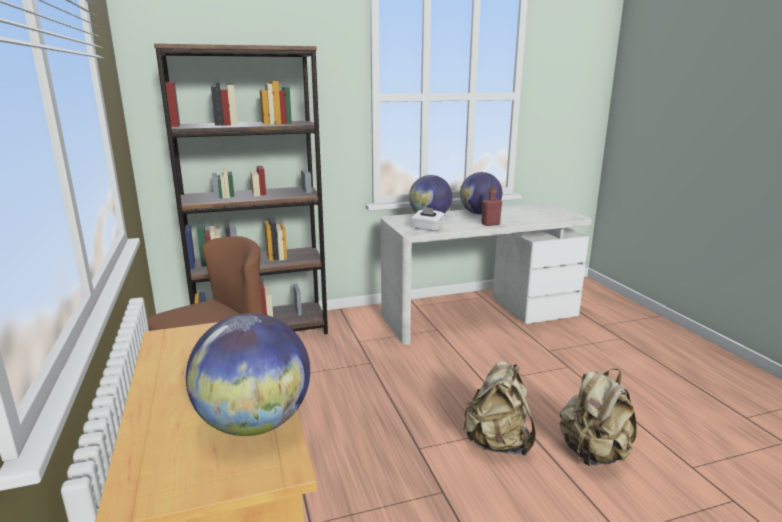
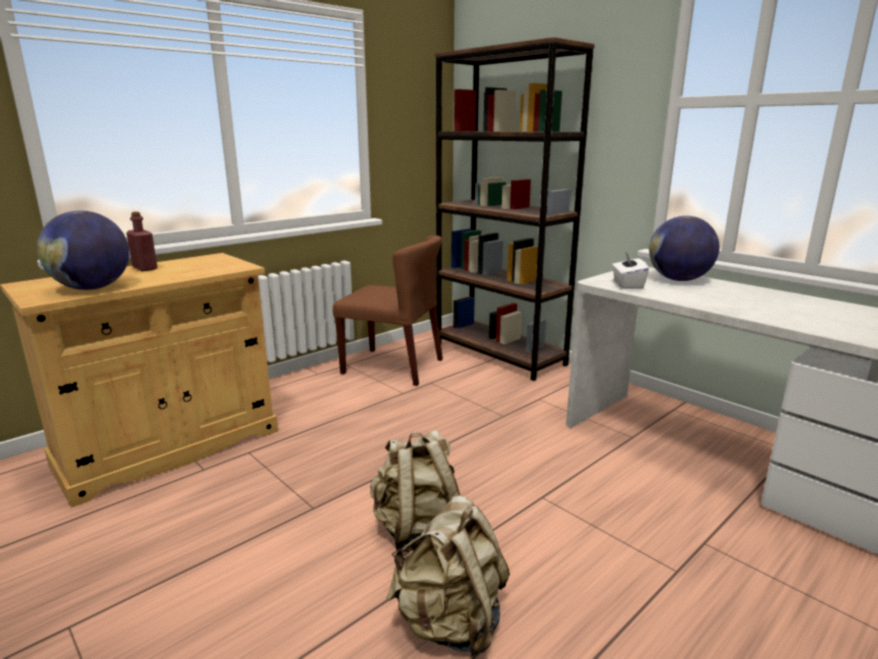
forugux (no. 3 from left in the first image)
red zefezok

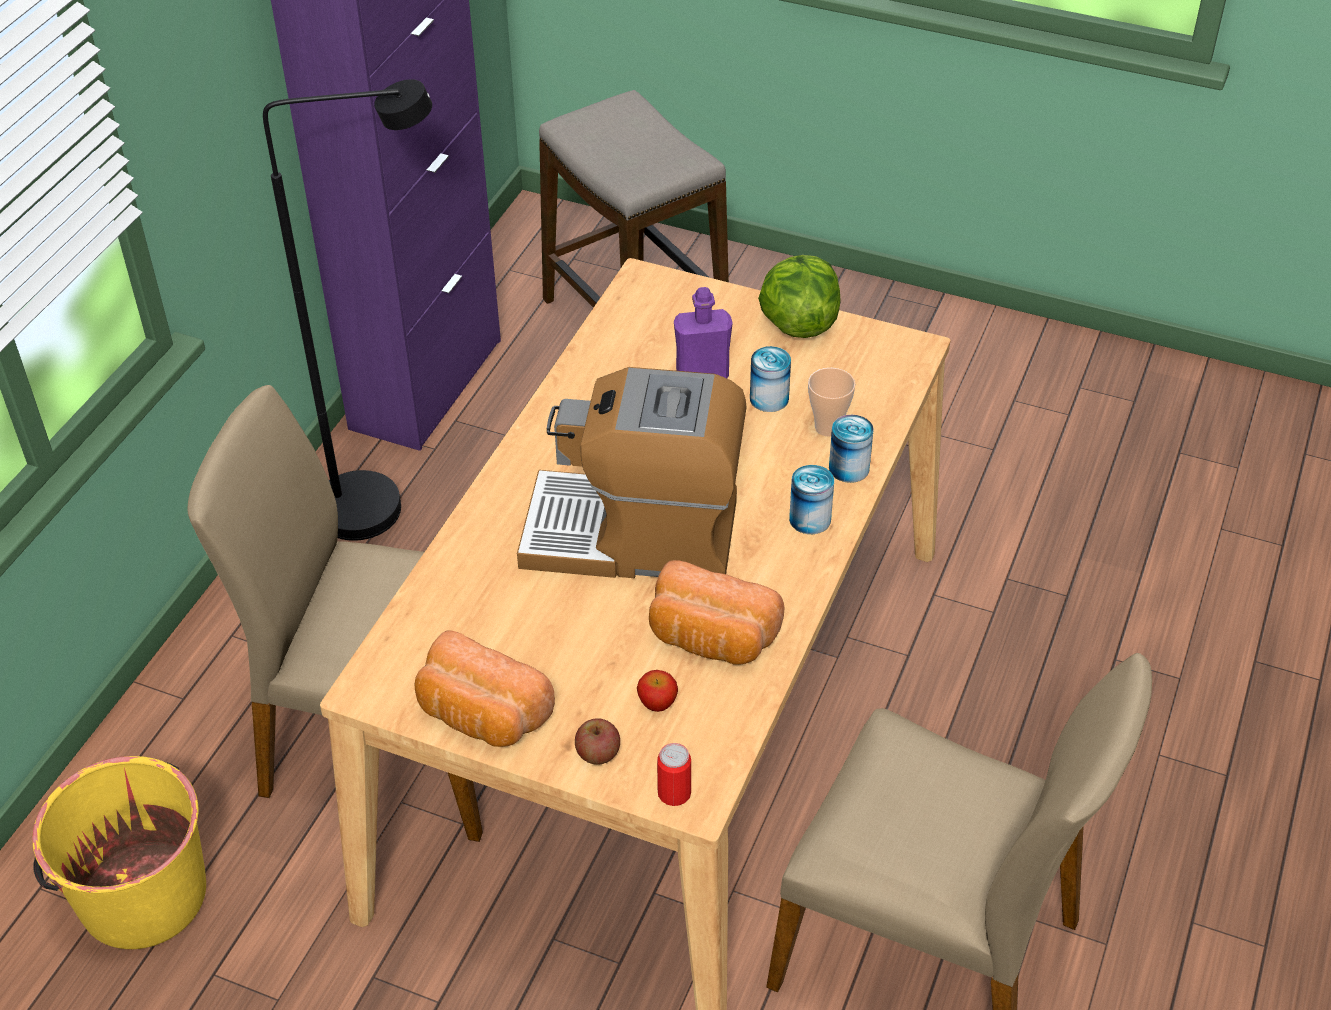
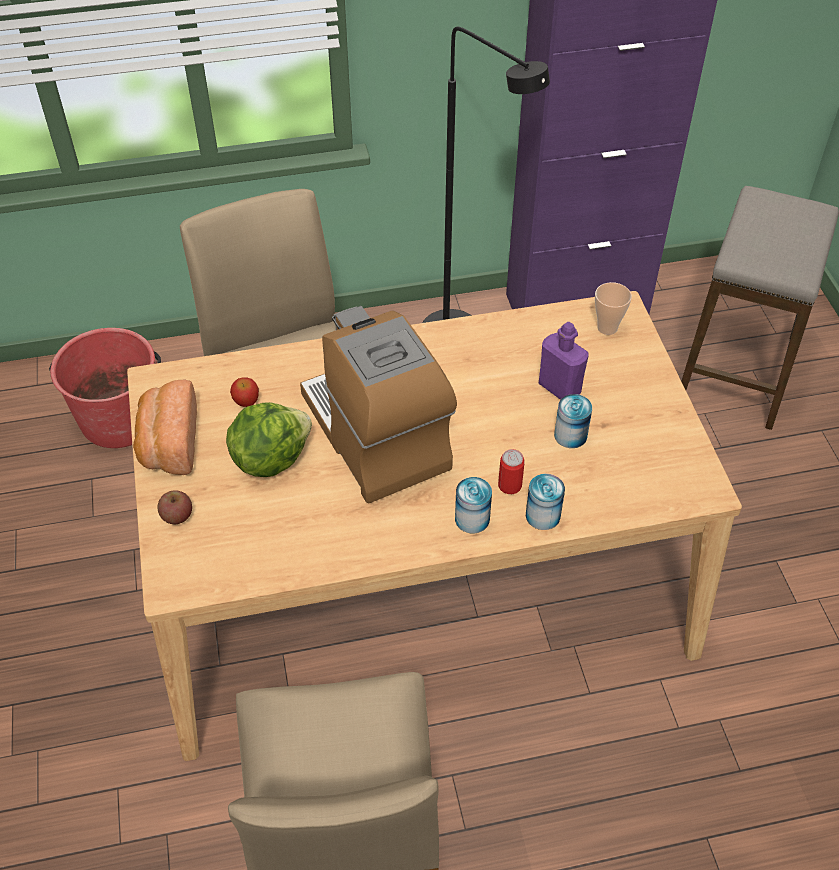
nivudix
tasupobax
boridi (no. 2 from left in the first image)
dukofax (no. 2 from left)
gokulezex (no. 2 from left)
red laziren

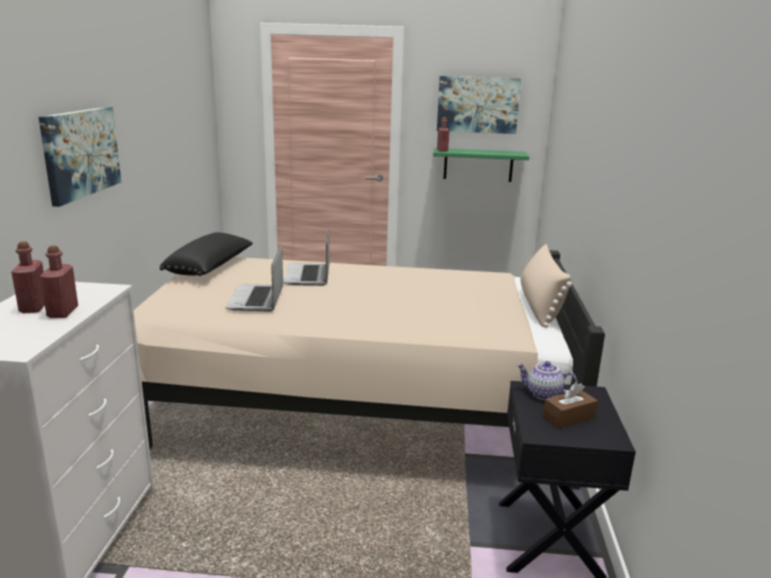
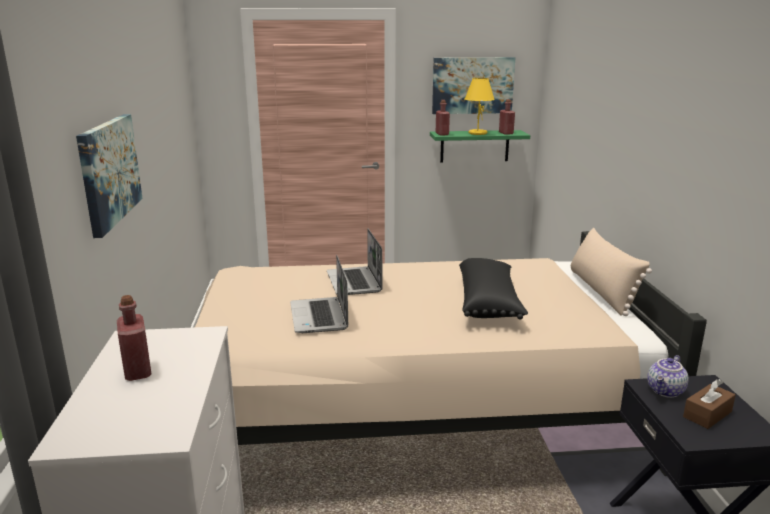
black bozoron
red zefezok (no. 3 from left)
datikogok
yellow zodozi

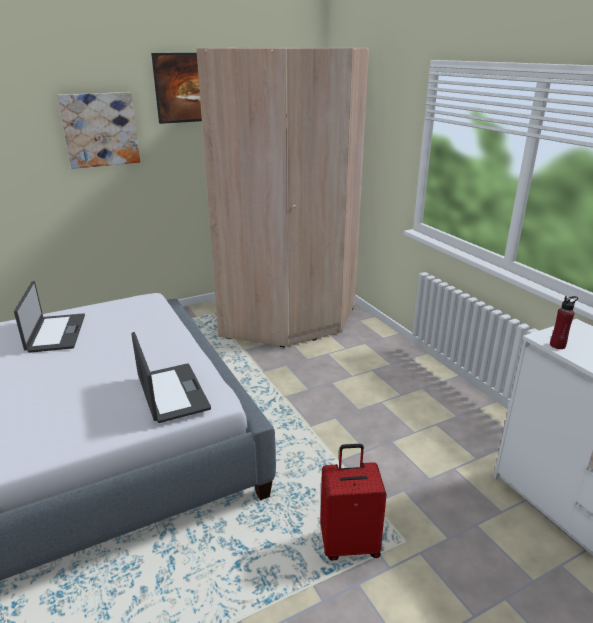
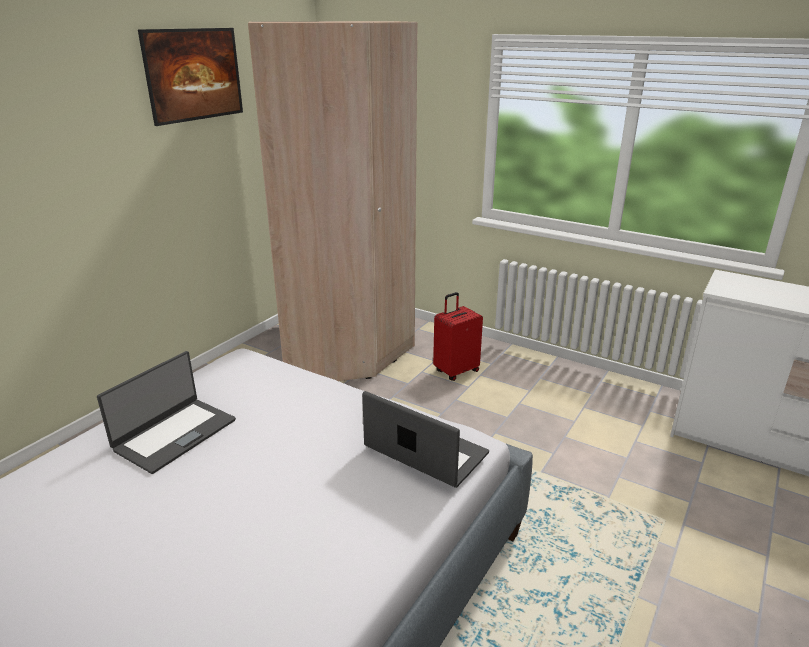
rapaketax (no. 1 from left in the first image)
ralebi (no. 1 from left)
red zefezok
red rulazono

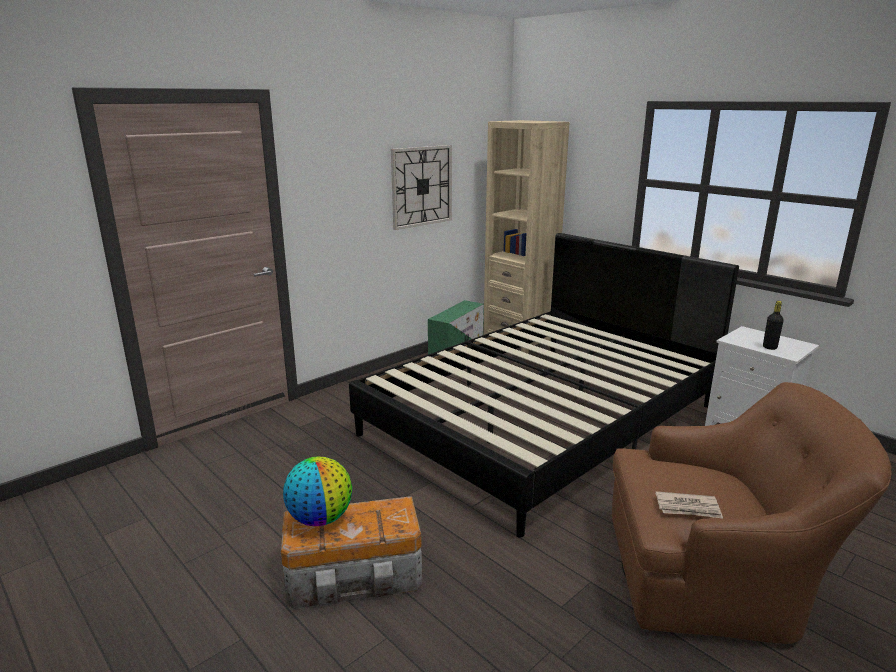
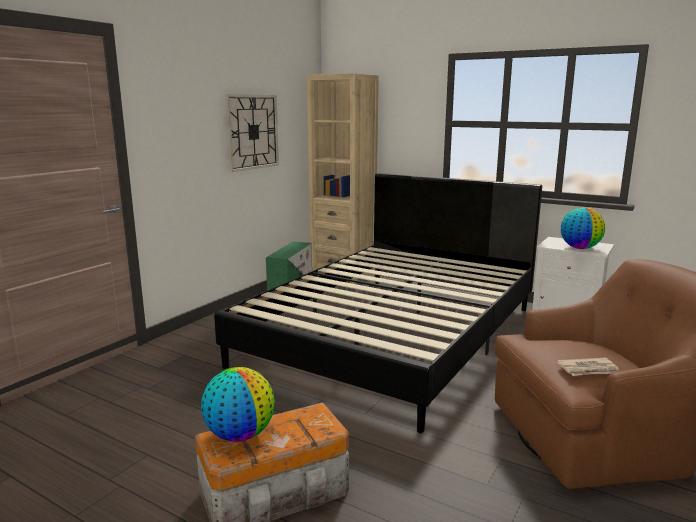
forugux (no. 2 from left)

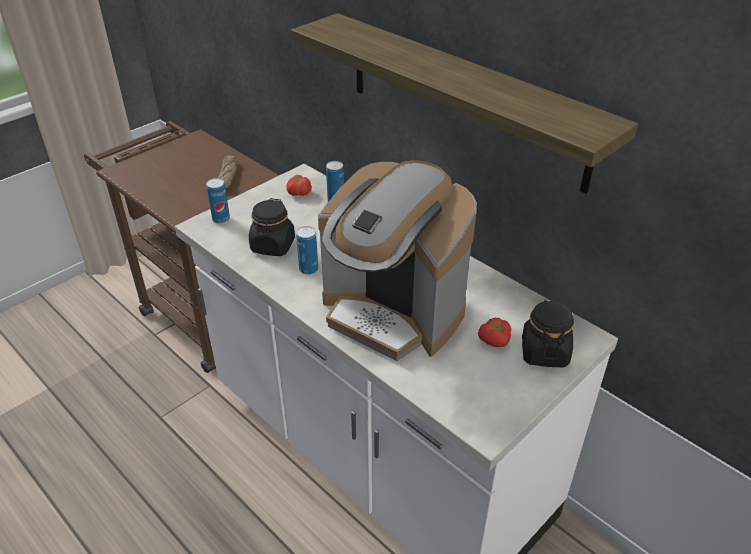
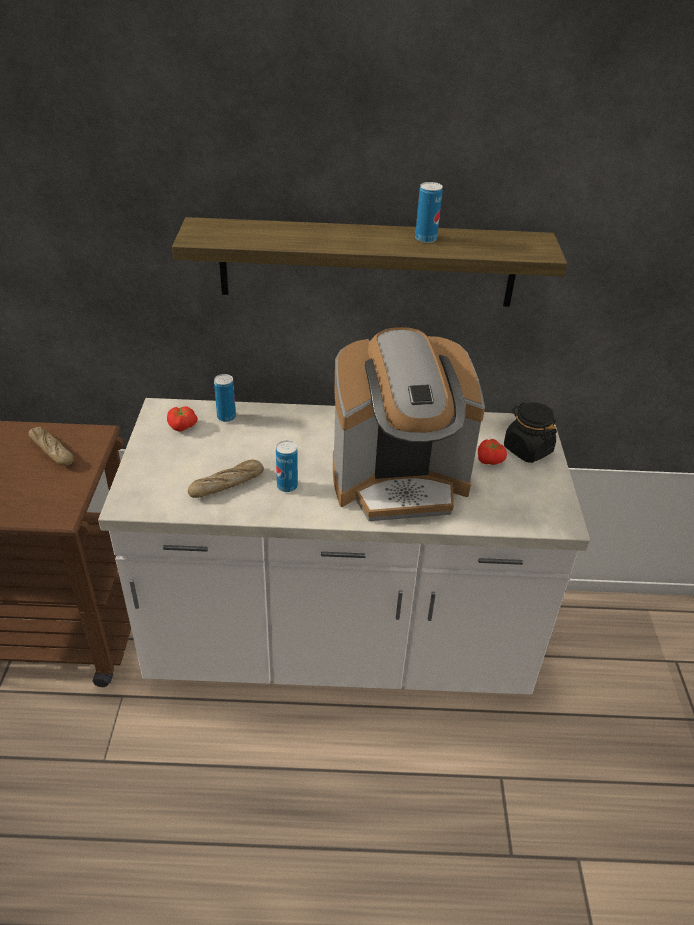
gokulezex (no. 3 from left)
boridi (no. 2 from left)

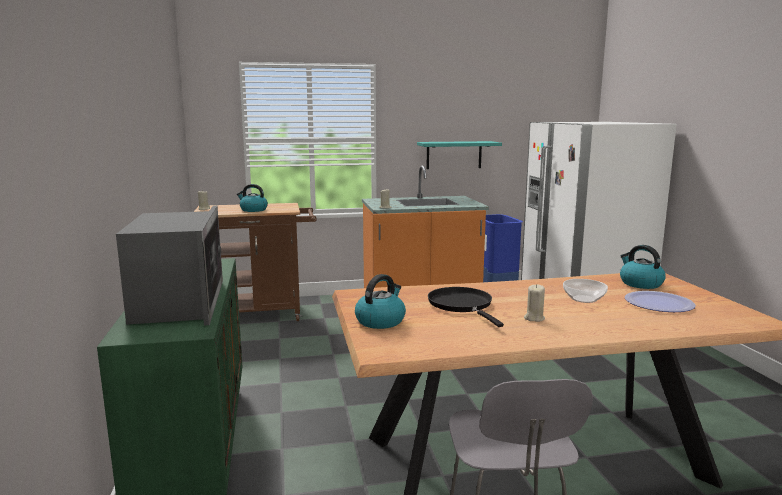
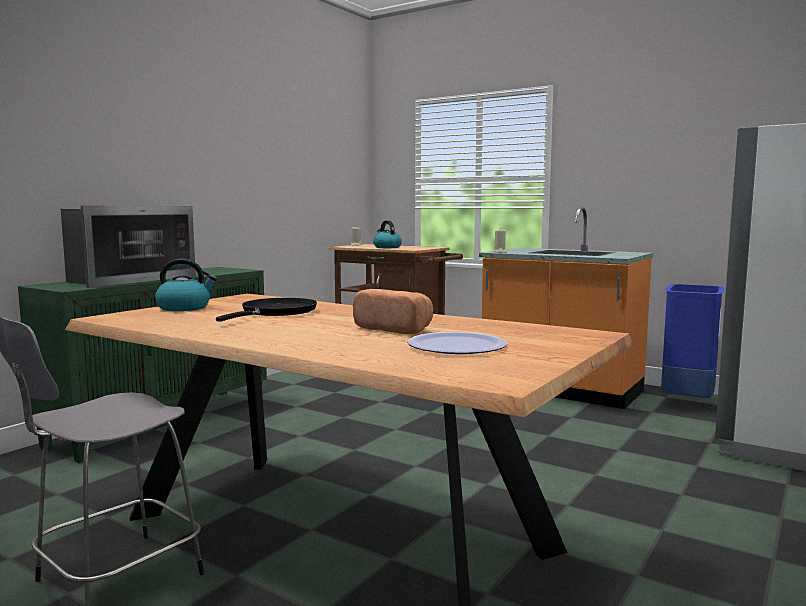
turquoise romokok
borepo (no. 3 from left in the first image)
boridi
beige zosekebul (no. 3 from left in the first image)

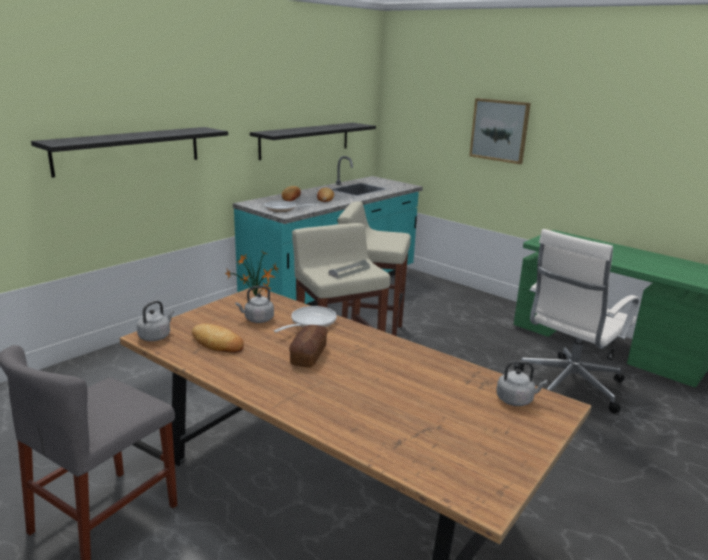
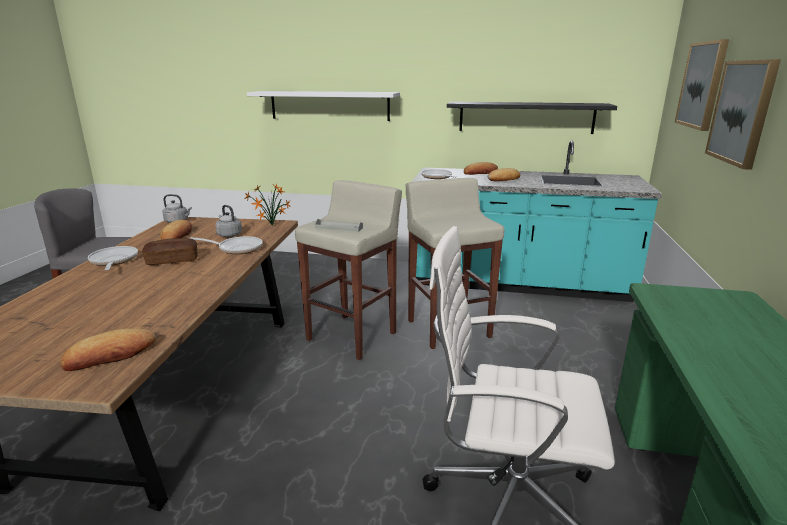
white romokok
boridi (no. 1 from left)
rapaketax (no. 1 from left)
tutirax (no. 1 from left)

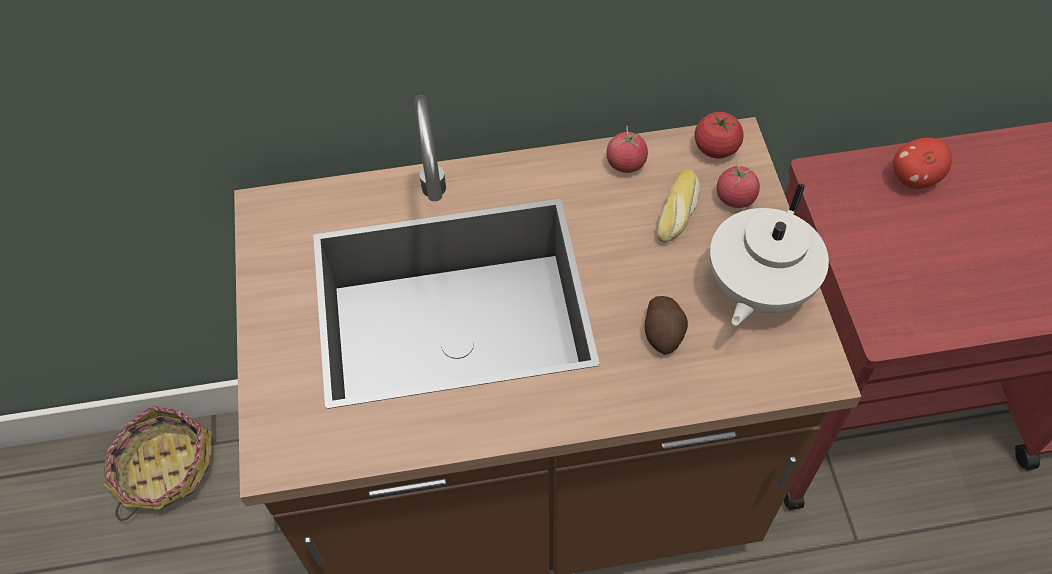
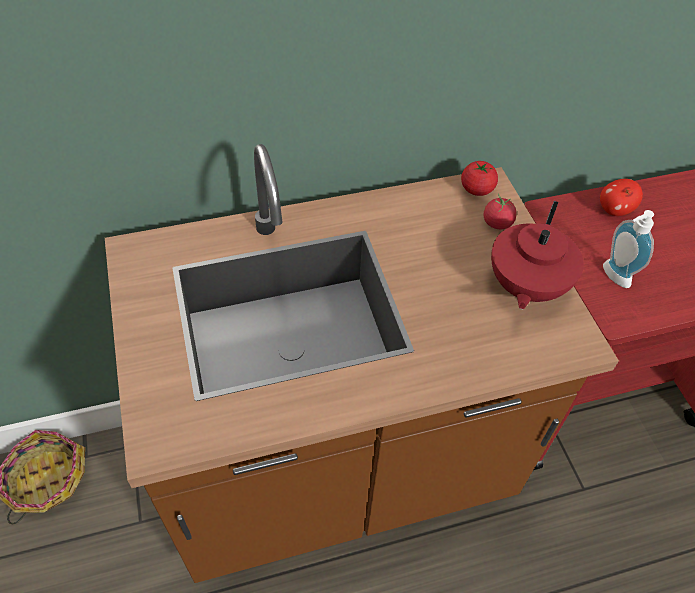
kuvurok (no. 1 from left in the first image)
boridi
red datikogok
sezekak
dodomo

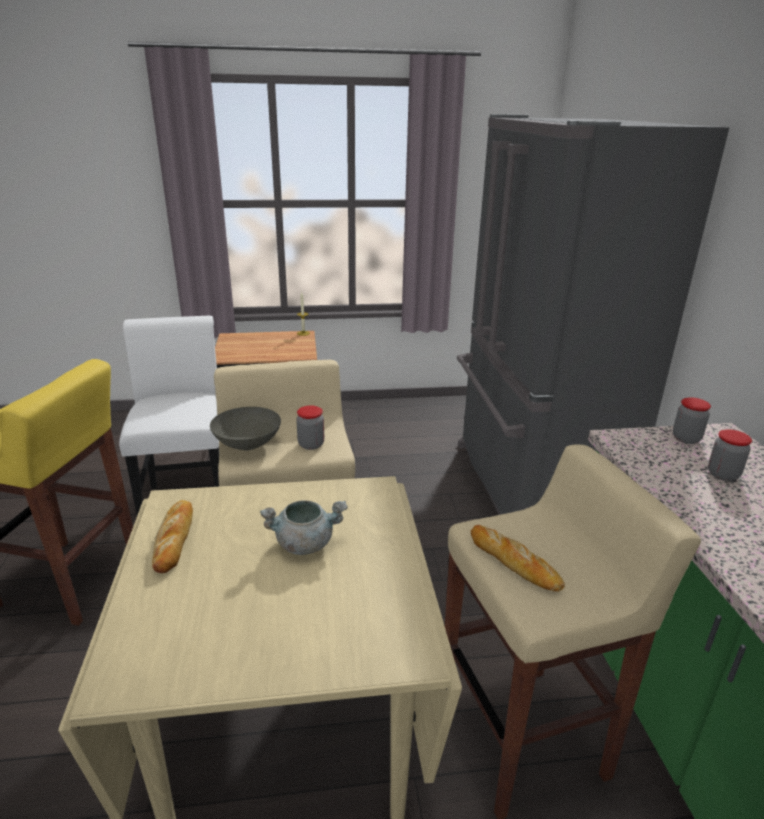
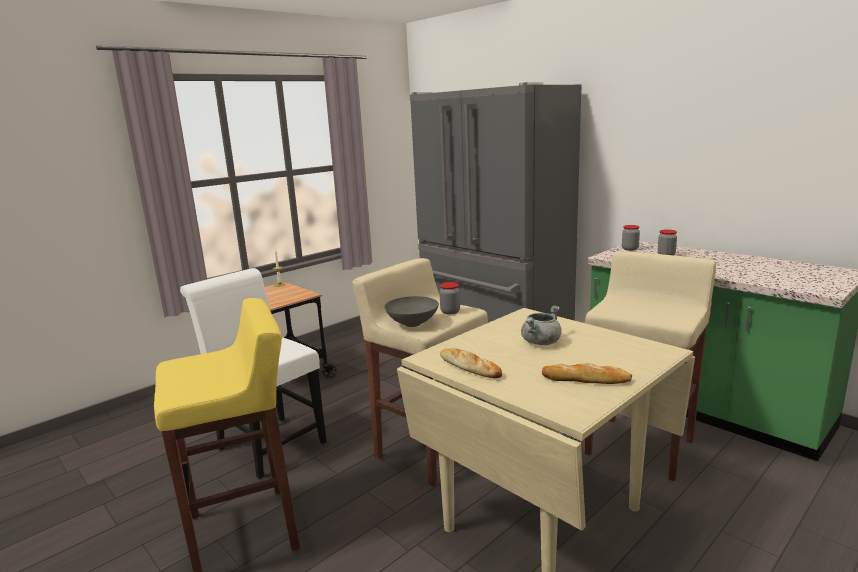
boridi (no. 2 from left)

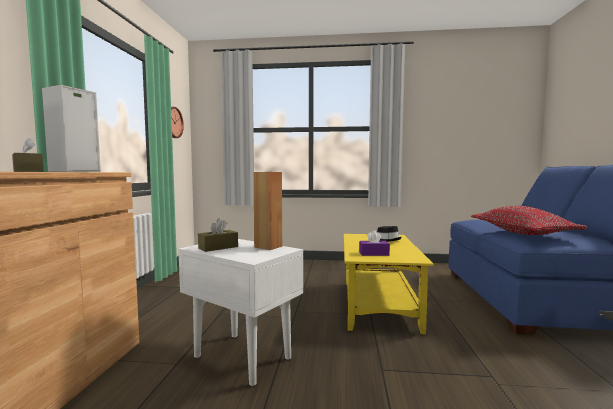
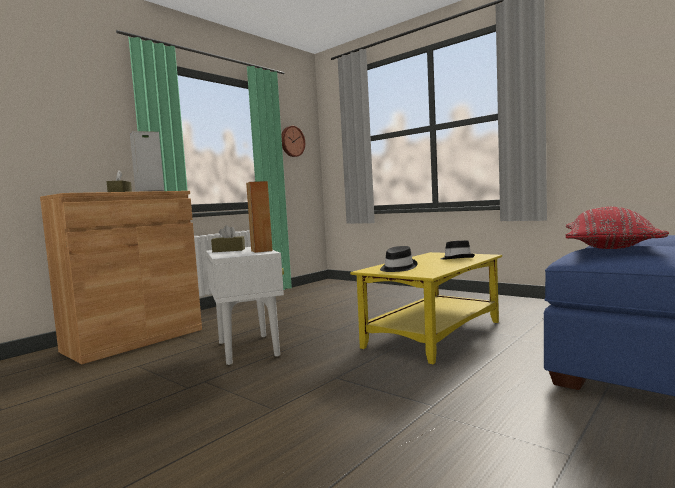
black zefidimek (no. 1 from left)

